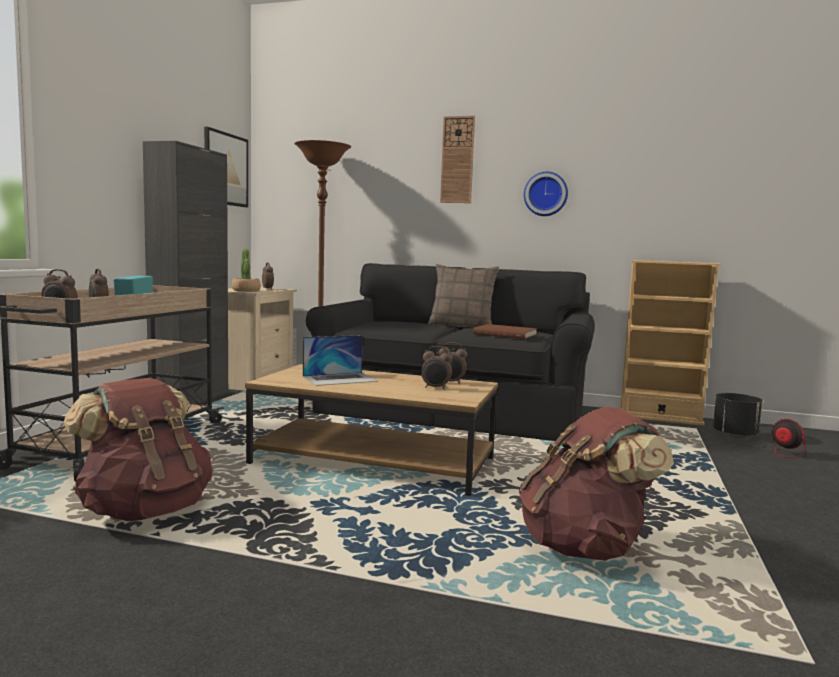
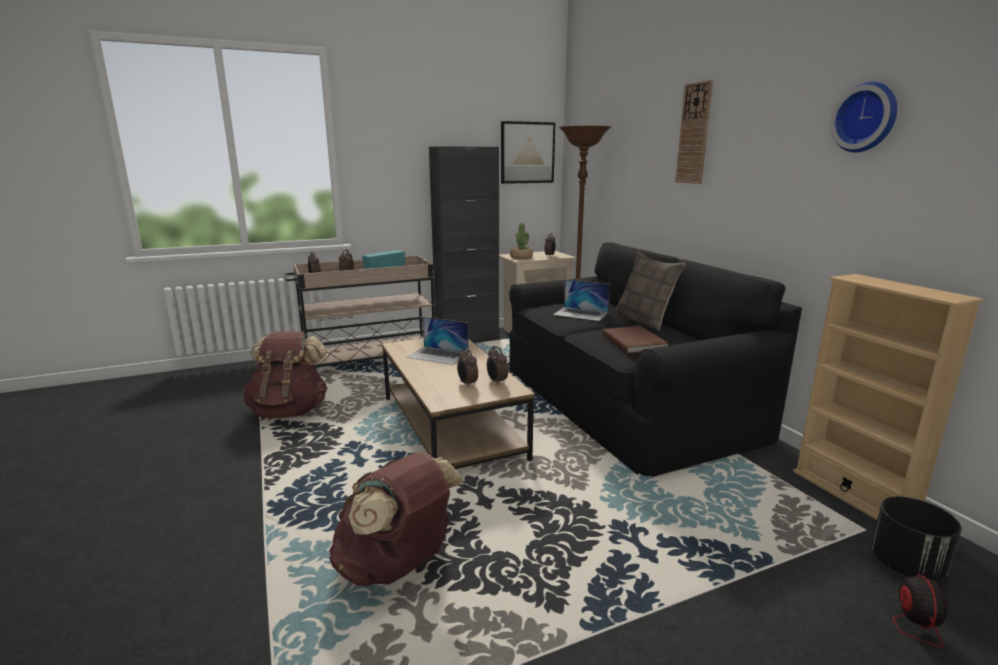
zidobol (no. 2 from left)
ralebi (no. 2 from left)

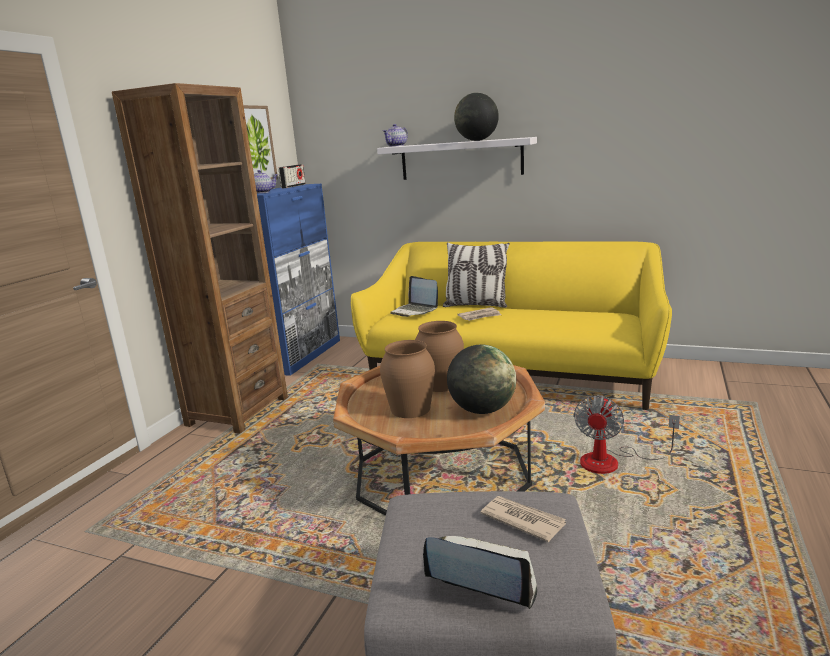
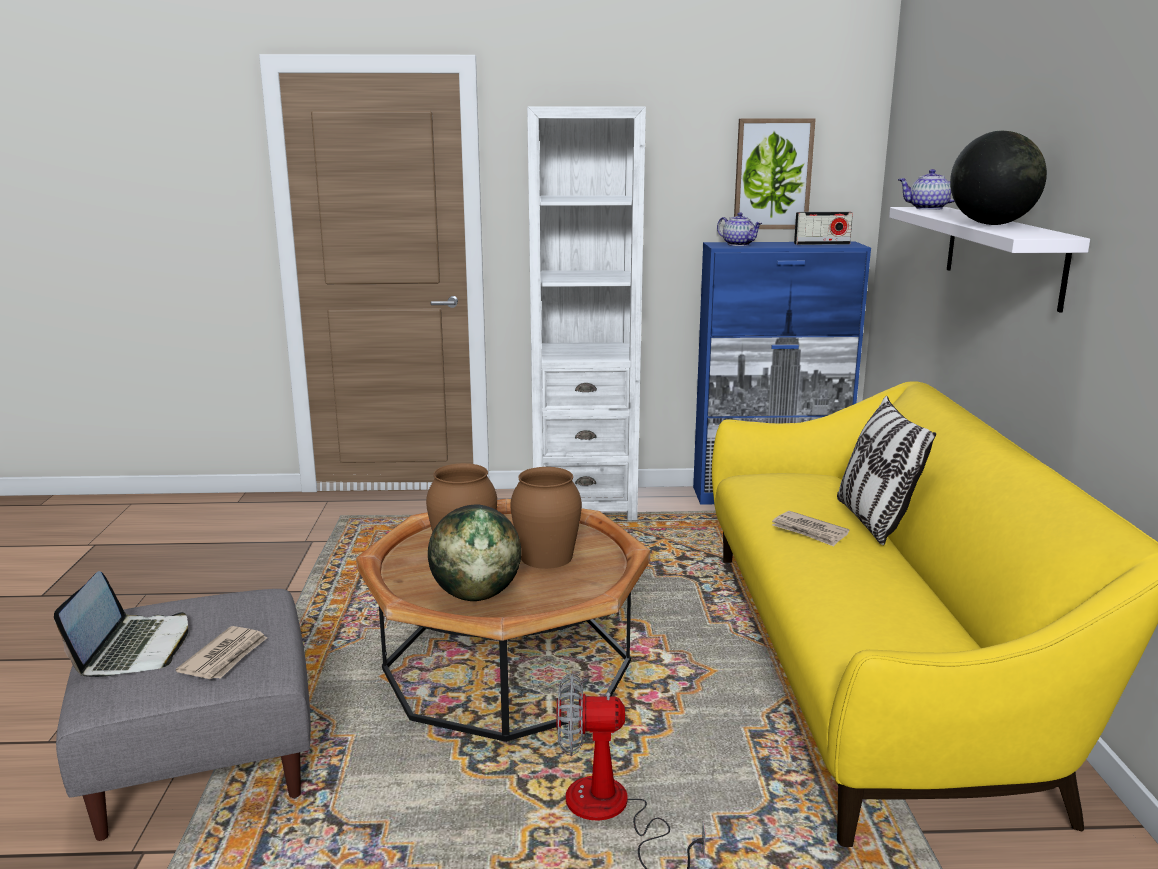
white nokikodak
ralebi (no. 1 from left in the first image)

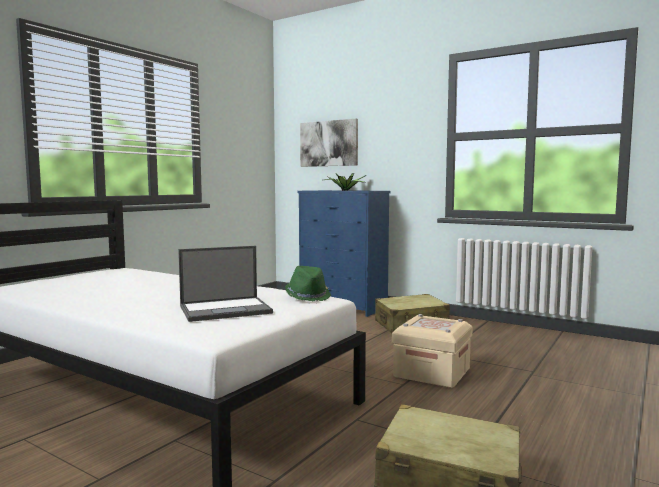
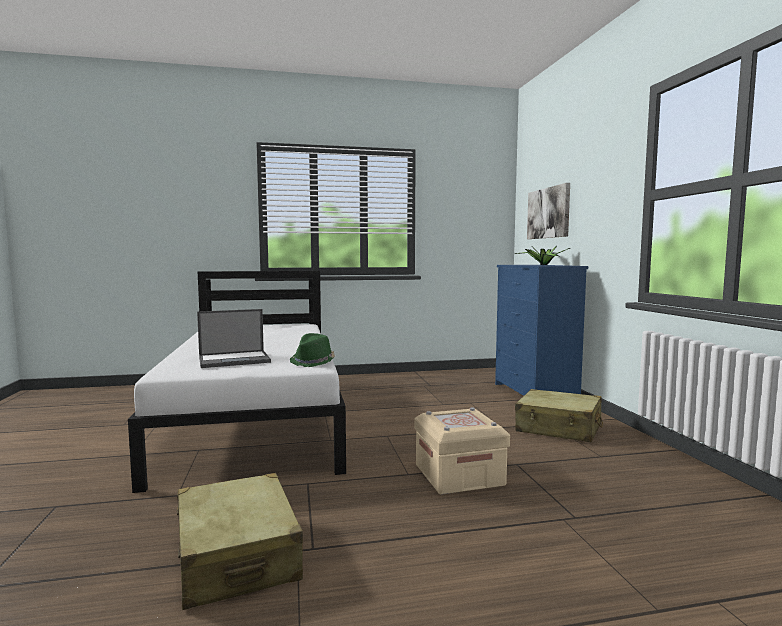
ralebi

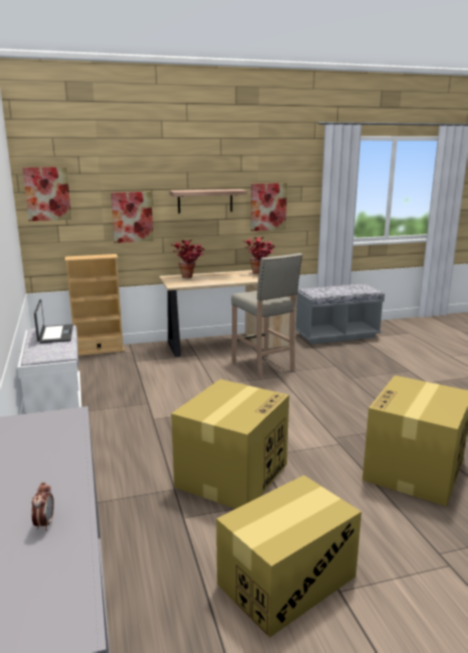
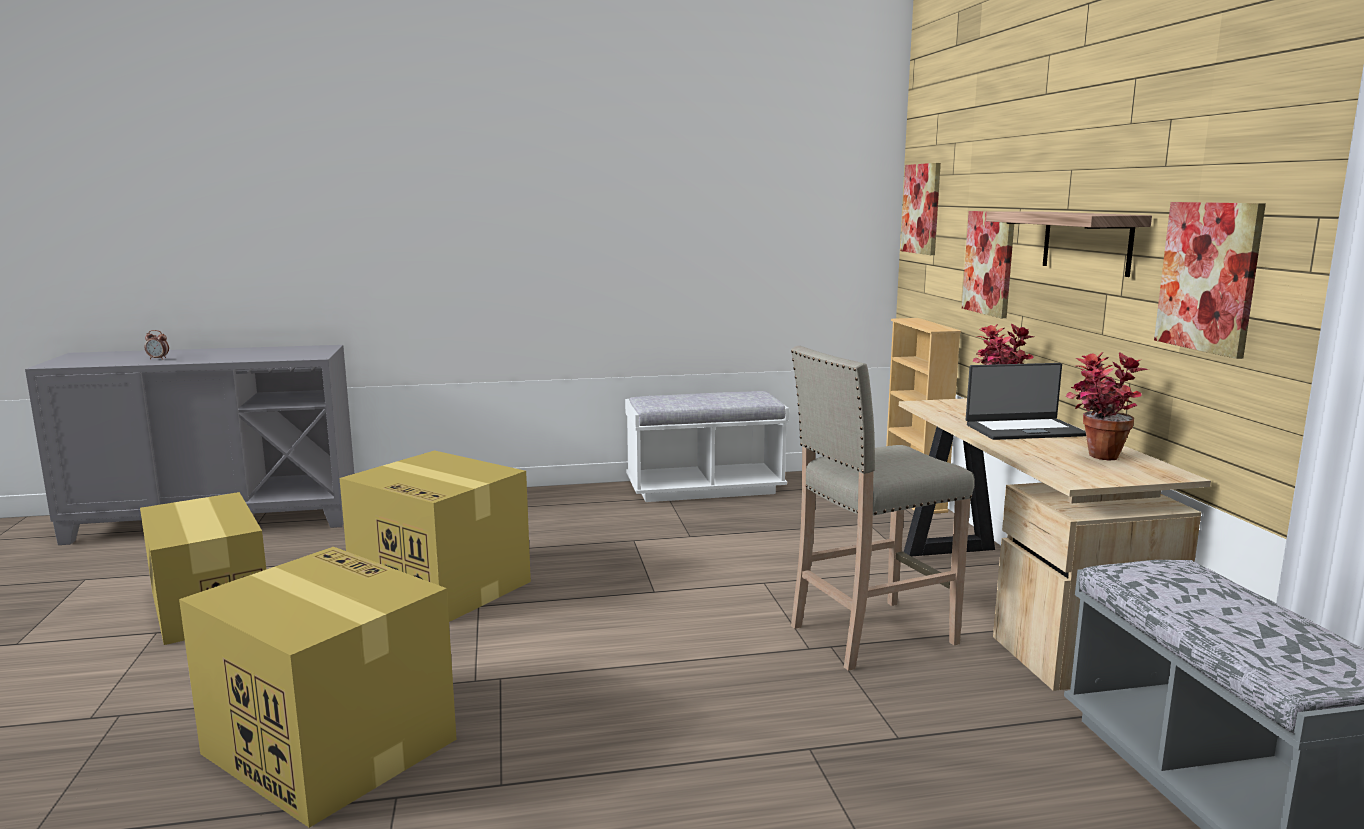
ralebi

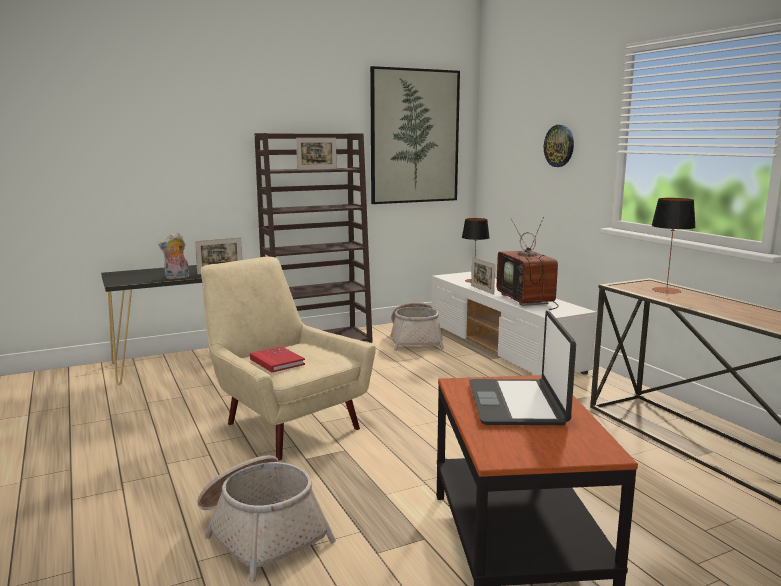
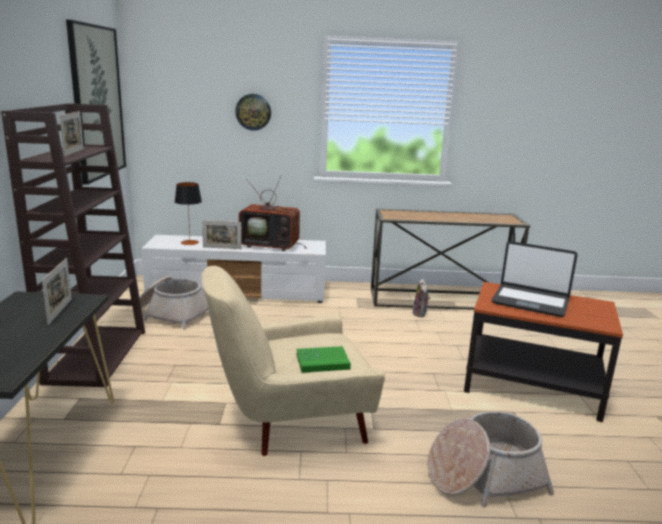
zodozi (no. 2 from left in the first image)
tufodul
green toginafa

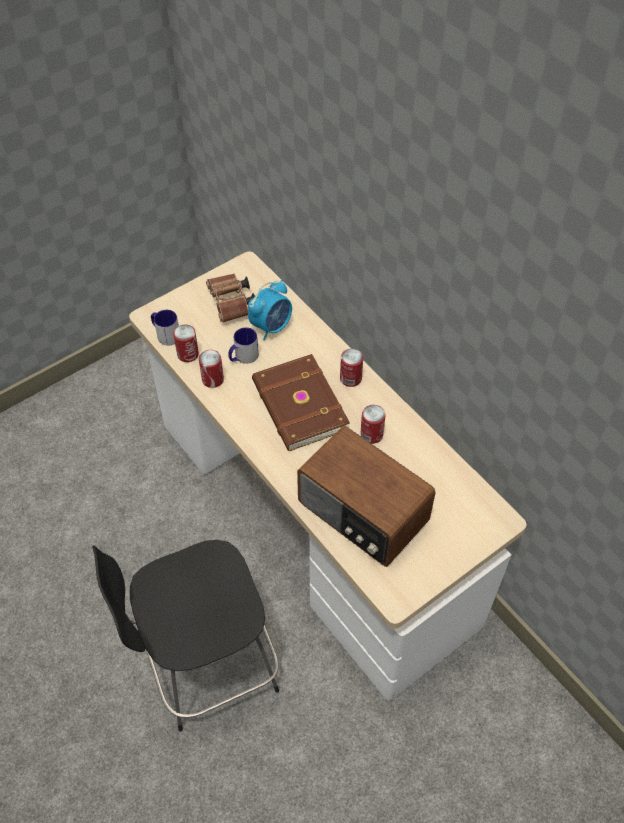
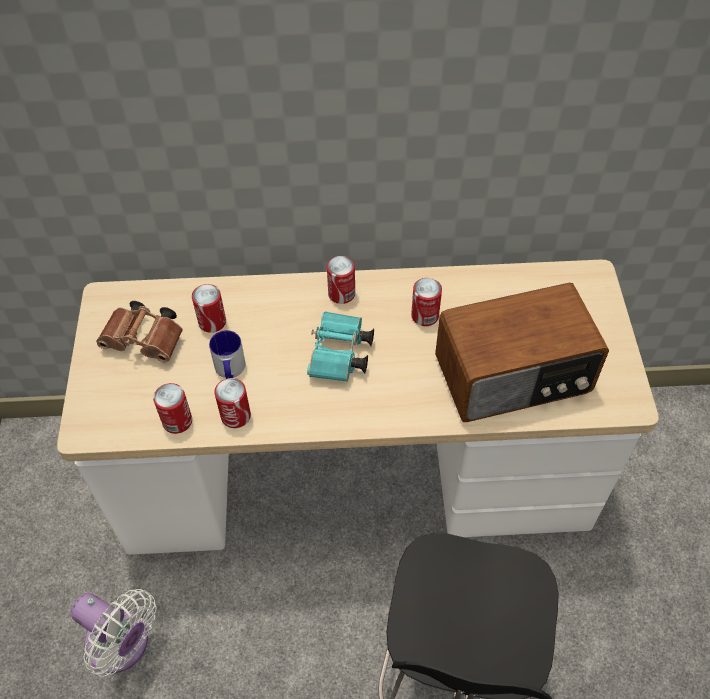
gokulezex (no. 2 from left)
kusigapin (no. 1 from left in the first image)
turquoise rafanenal
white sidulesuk

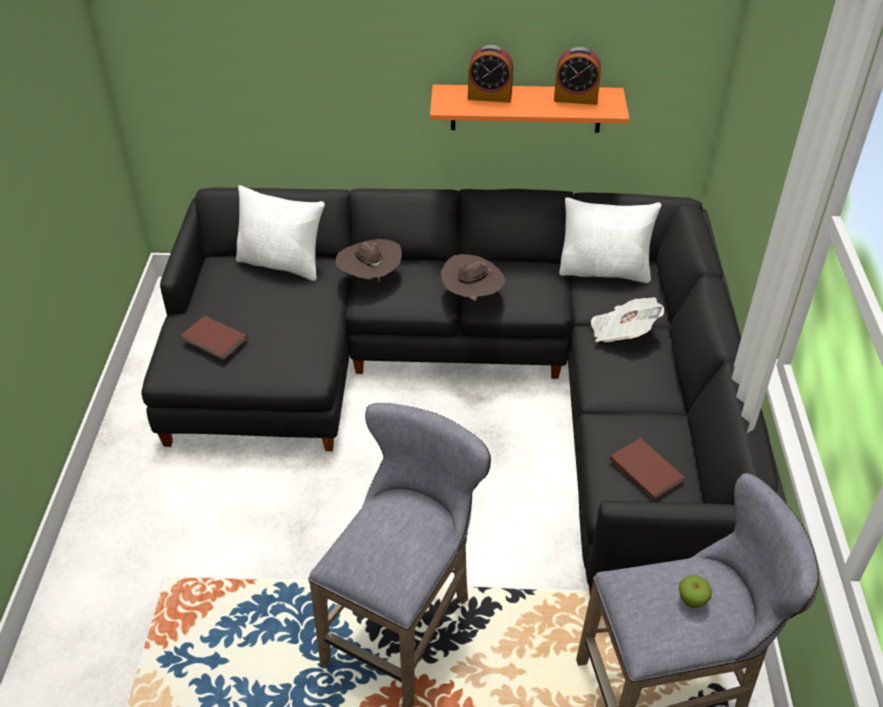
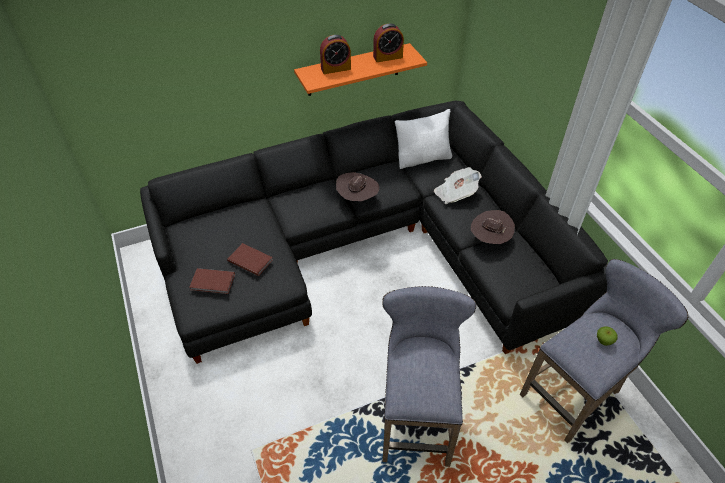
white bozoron (no. 1 from left in the first image)
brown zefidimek (no. 2 from left)
brown toginafa (no. 2 from left)

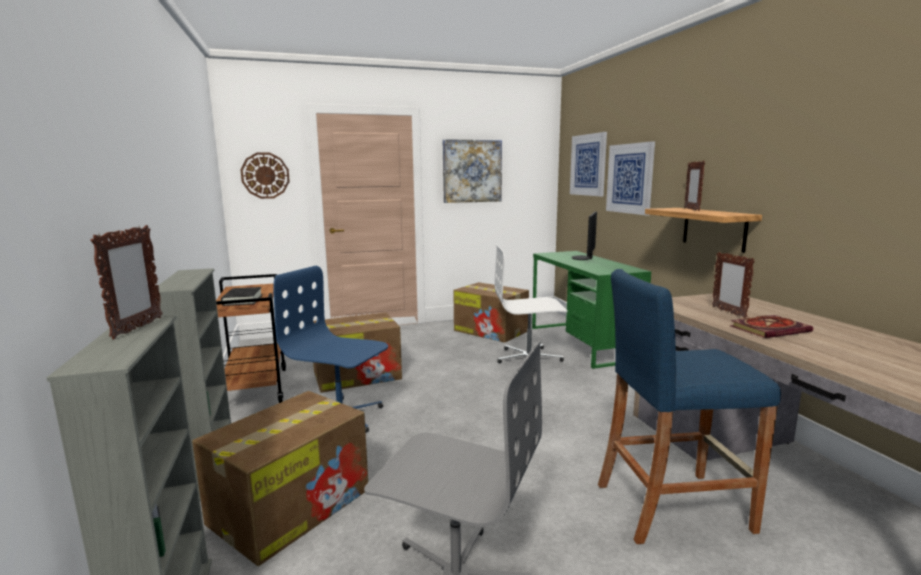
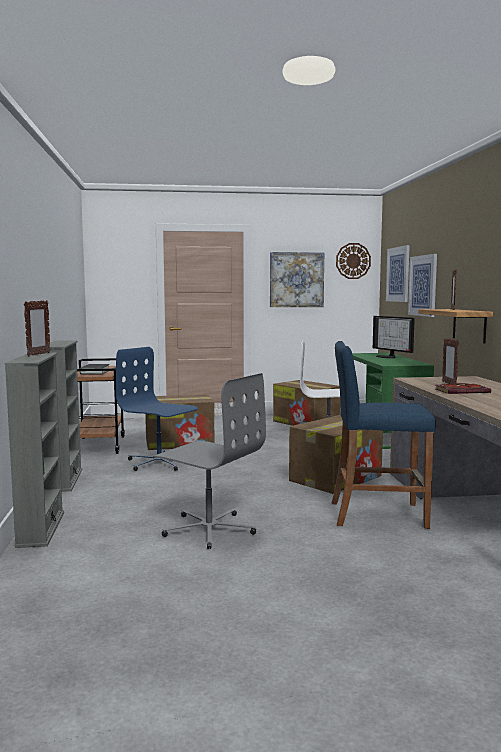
zidobol
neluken
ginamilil (no. 3 from left)

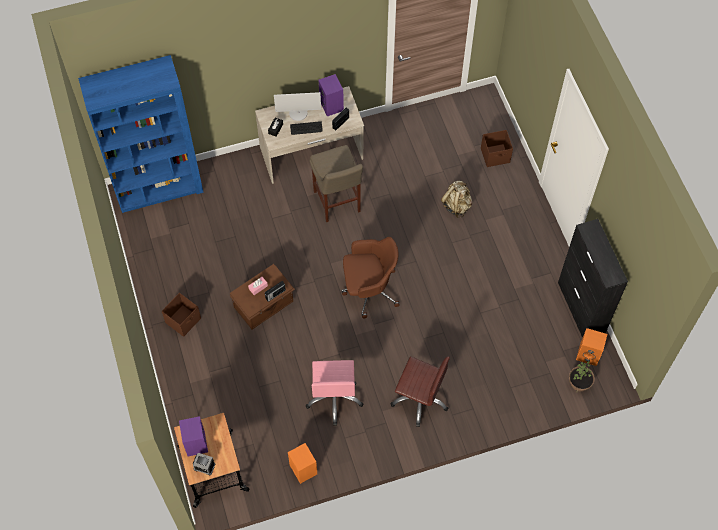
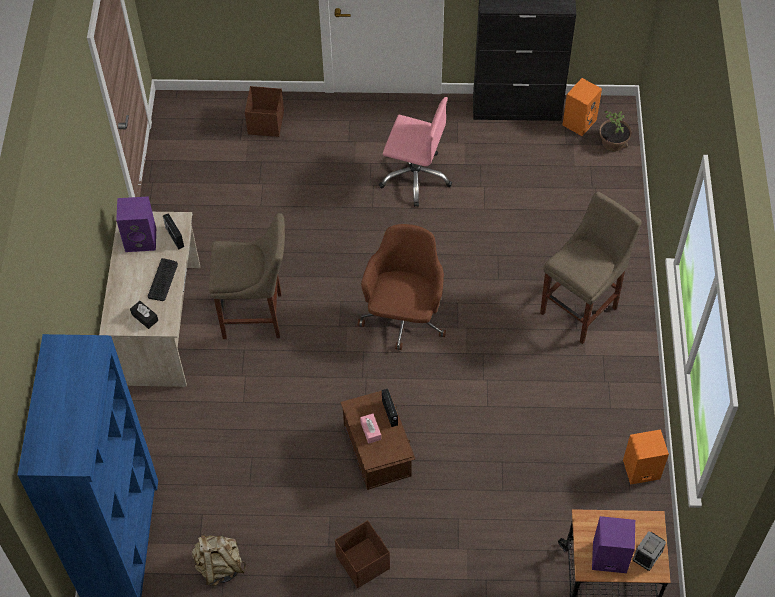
neluken
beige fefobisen
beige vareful (no. 2 from left)
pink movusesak

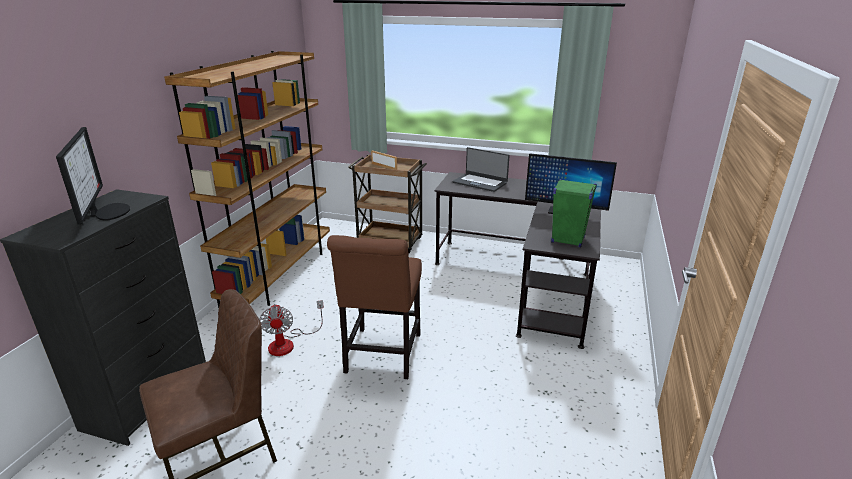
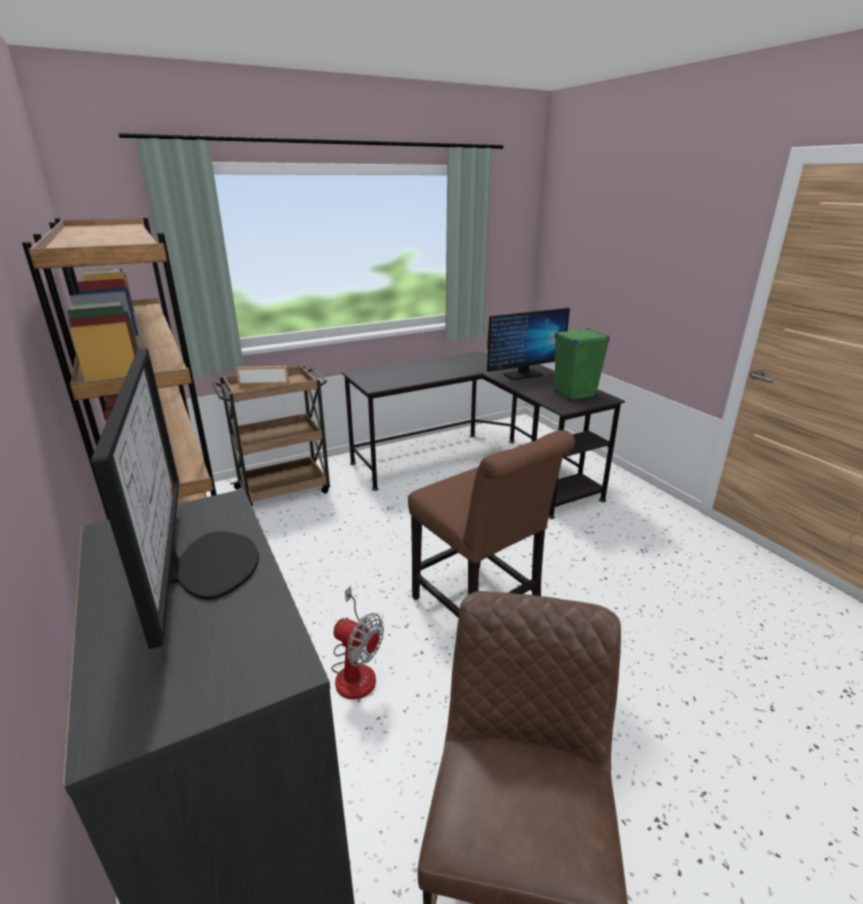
neluken (no. 1 from left)
ralebi

